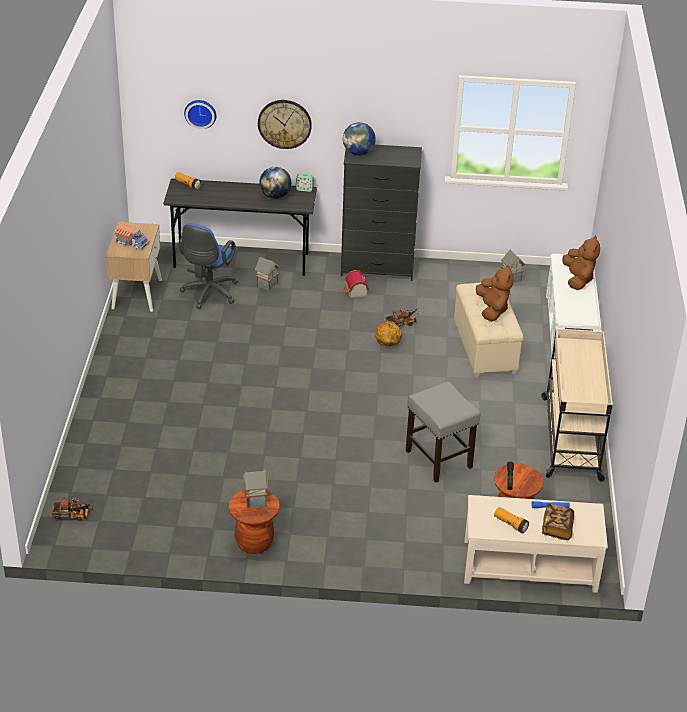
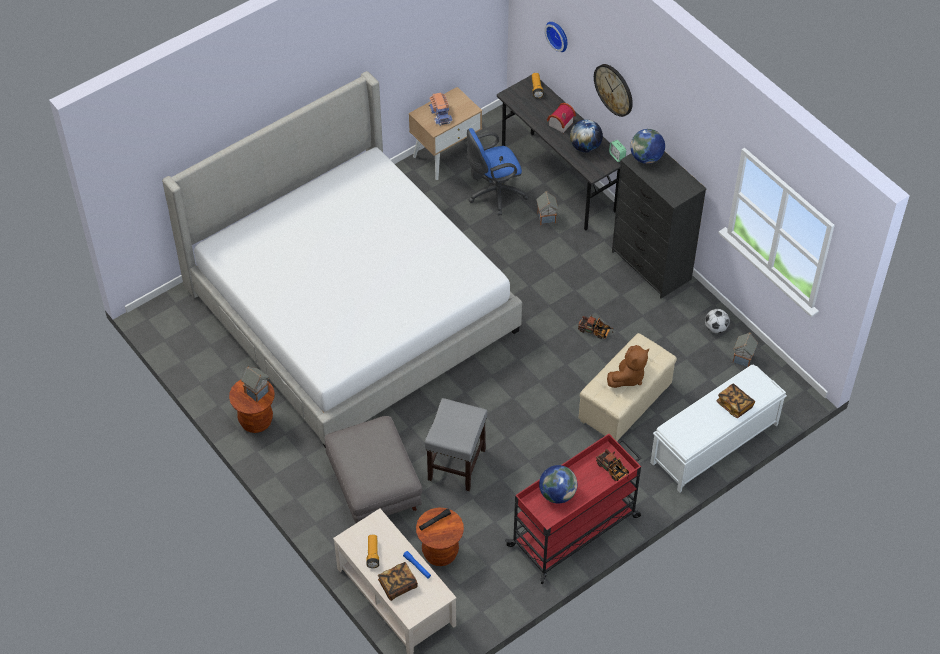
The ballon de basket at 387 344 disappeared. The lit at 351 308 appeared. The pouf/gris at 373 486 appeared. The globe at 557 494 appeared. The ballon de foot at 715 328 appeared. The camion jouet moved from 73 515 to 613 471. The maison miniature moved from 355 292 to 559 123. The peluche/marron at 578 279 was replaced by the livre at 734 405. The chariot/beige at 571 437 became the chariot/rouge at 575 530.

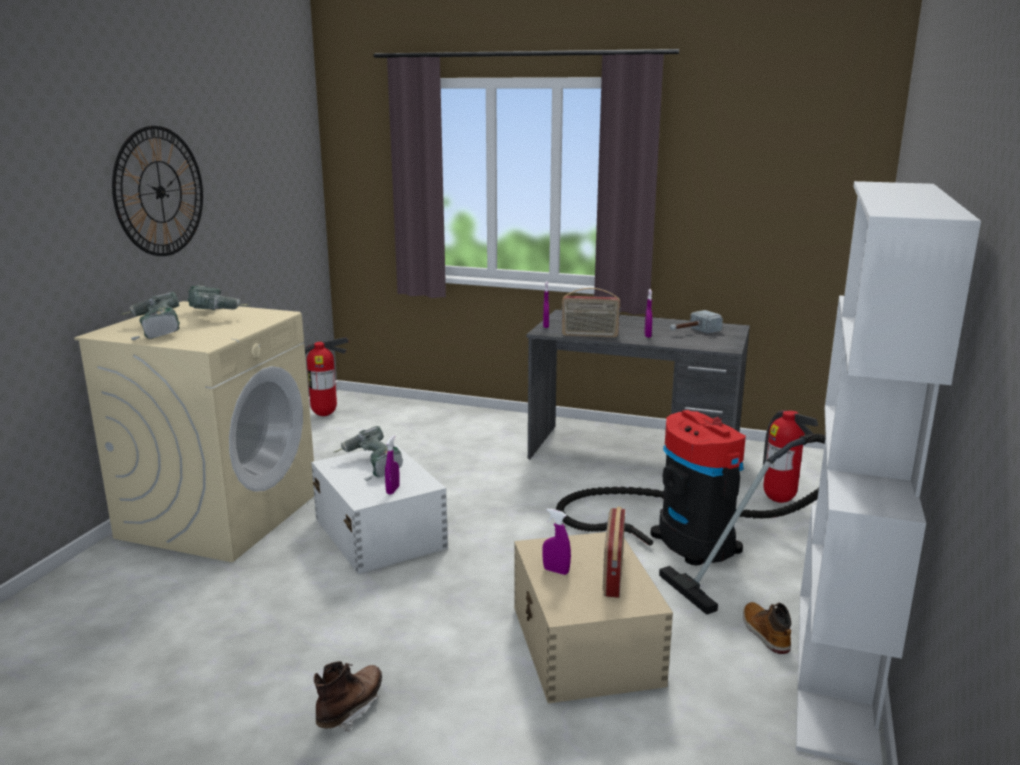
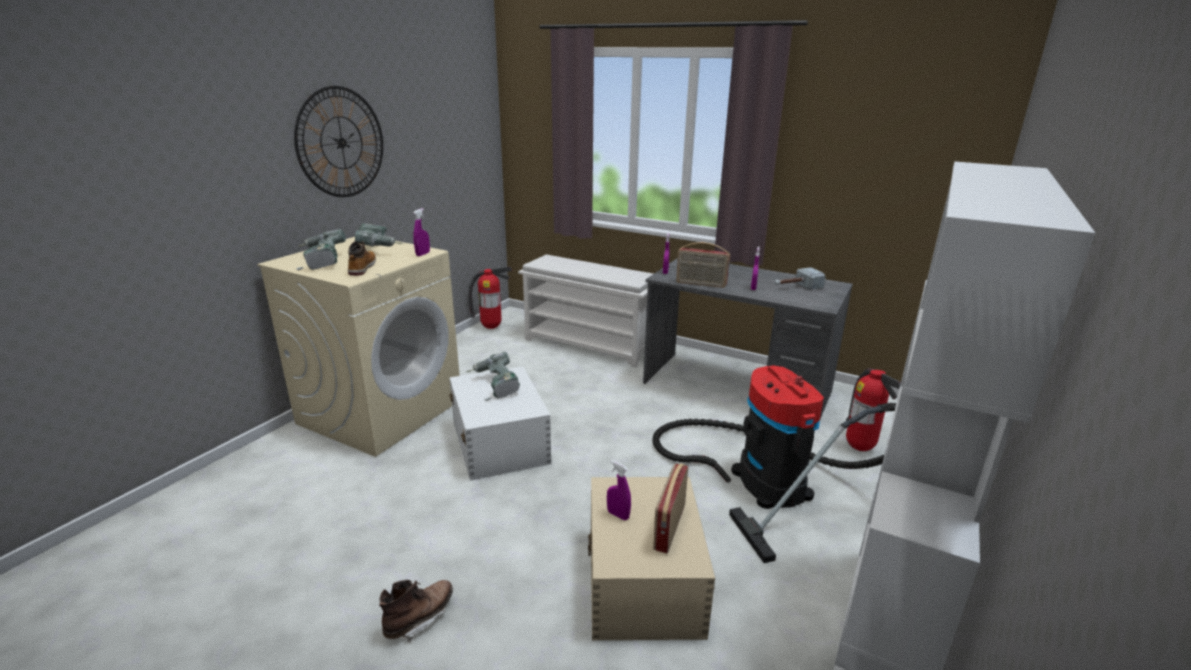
The étagère à chaussures/blanc at 590 344 appeared. The vaporisateur/violet moved from 393 490 to 423 254. The botte moved from 764 633 to 362 268.

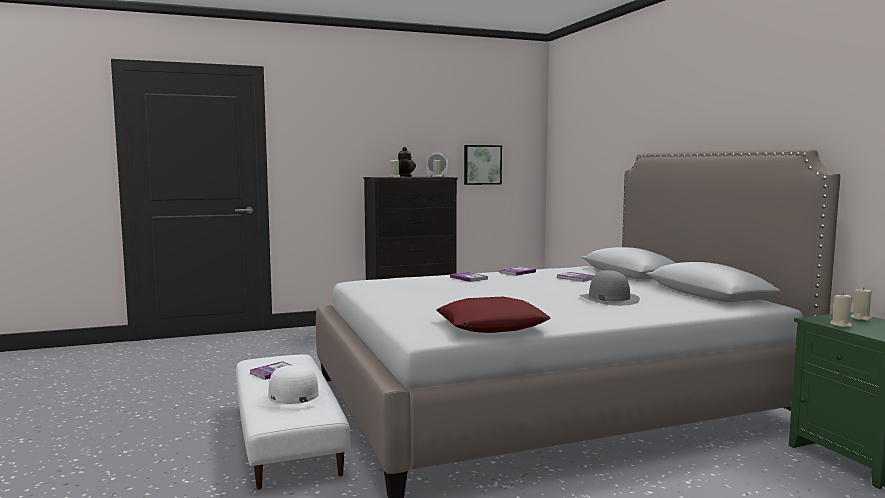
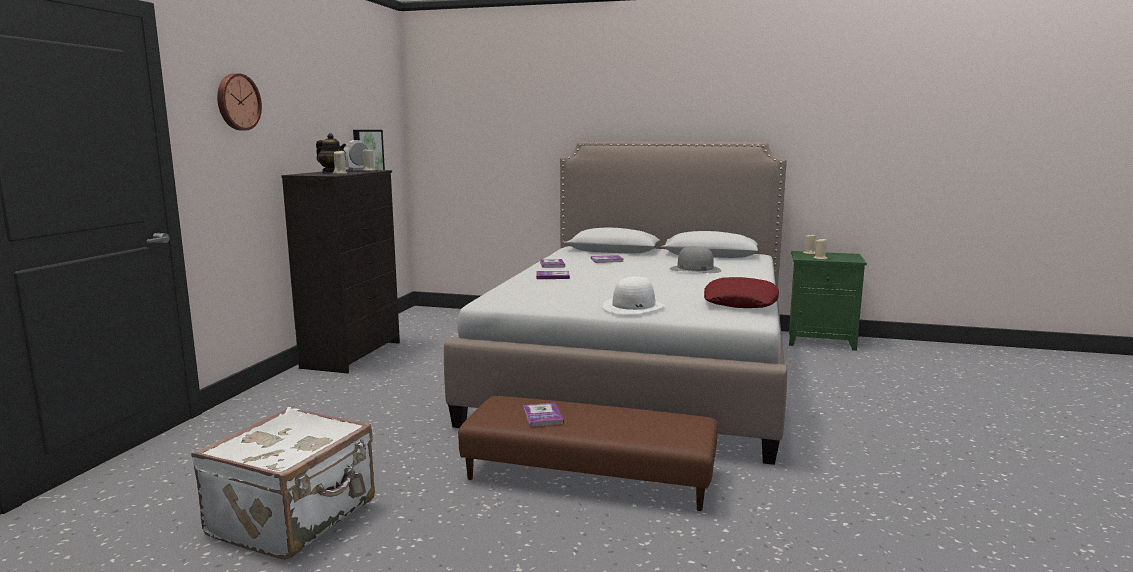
The valise/blanc at 295 518 appeared. The horloge murale at 237 102 appeared. The chapeau/blanc moved from 293 398 to 633 306. The pouf/blanc at 288 435 became the pouf/marron at 589 474.

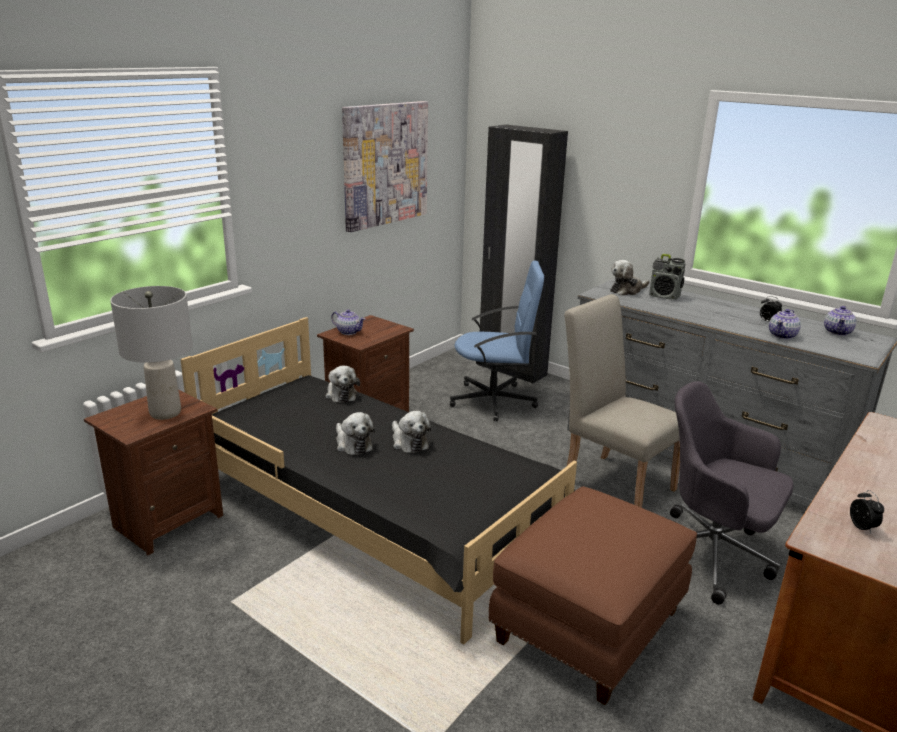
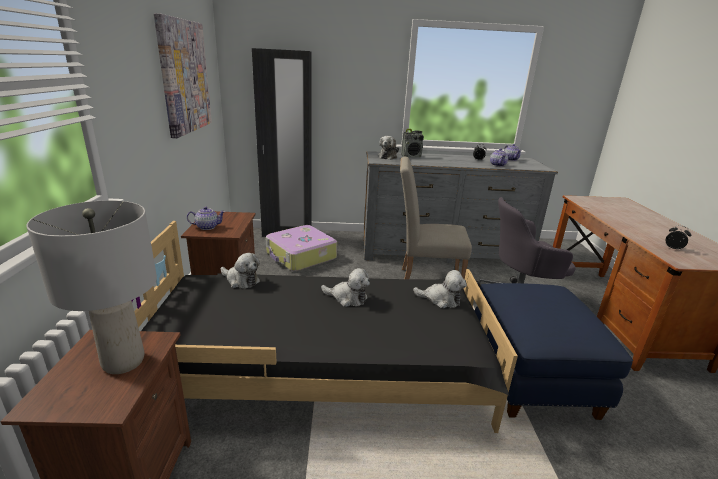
The peluche moved from 352 444 to 441 299. The chaise de bureau/bleu at 494 401 was replaced by the valise at 301 256. The pouf/marron at 587 625 became the pouf/bleu at 529 374.

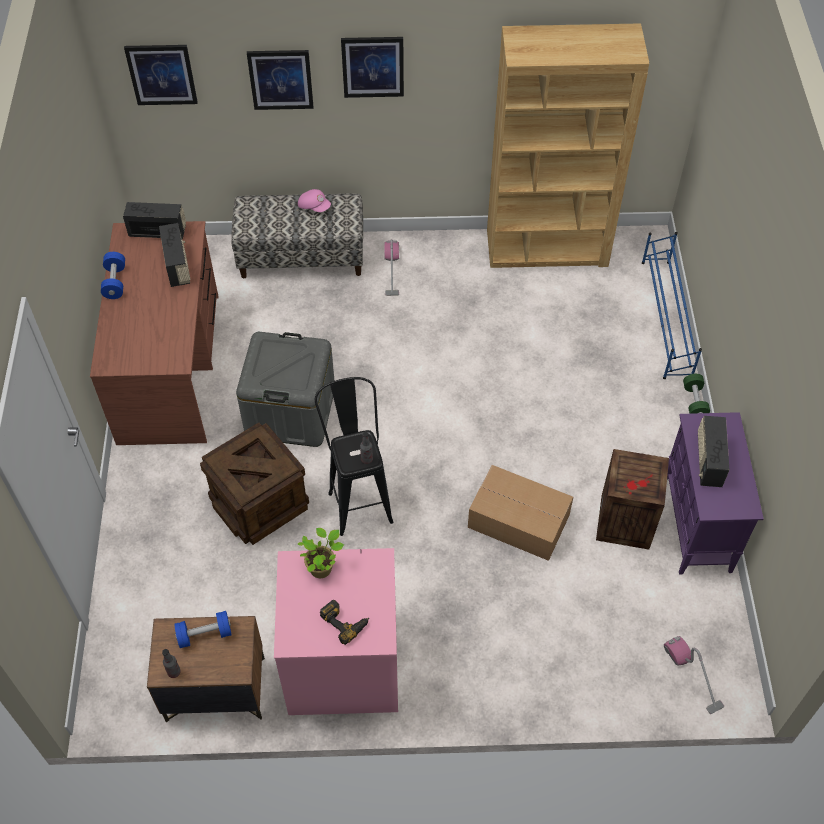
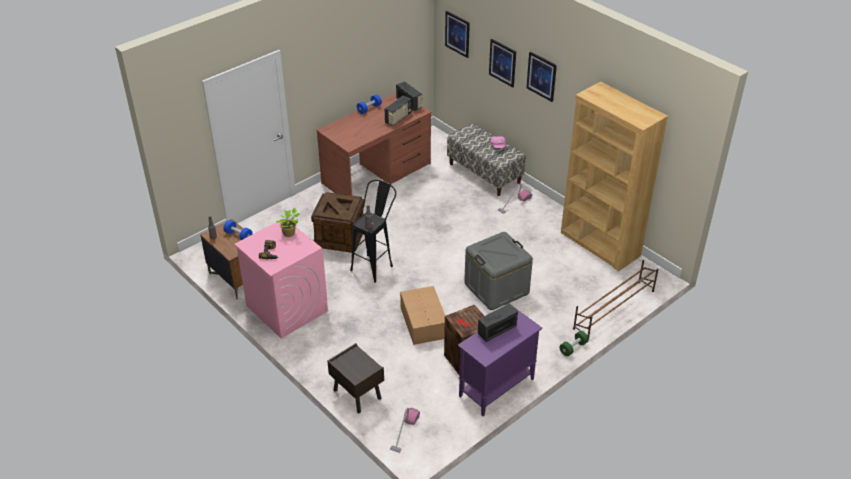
The table de chevet/marron at 356 394 appeared. The boîte de rangement/gris moved from 290 411 to 496 288. The étagère à chaussures/bleu at 666 318 became the étagère à chaussures/marron at 613 309.

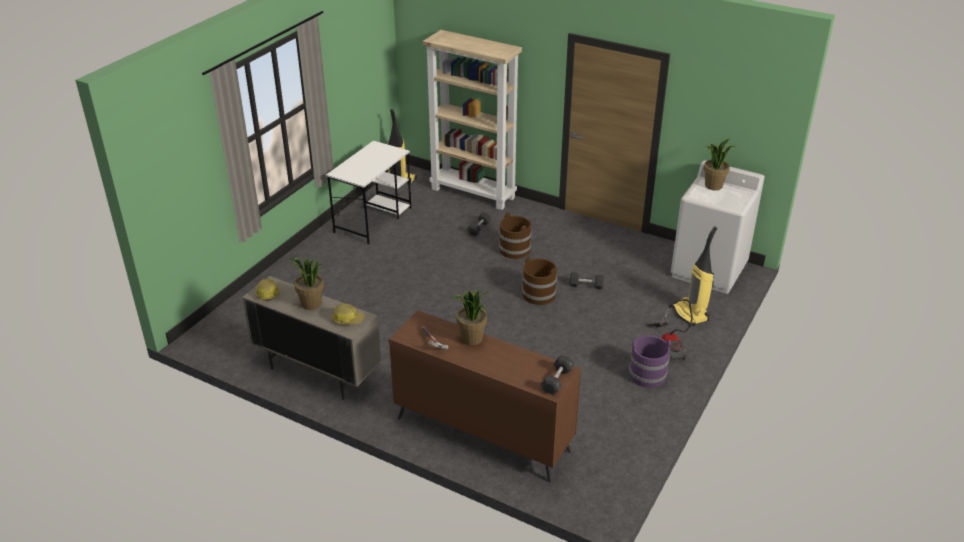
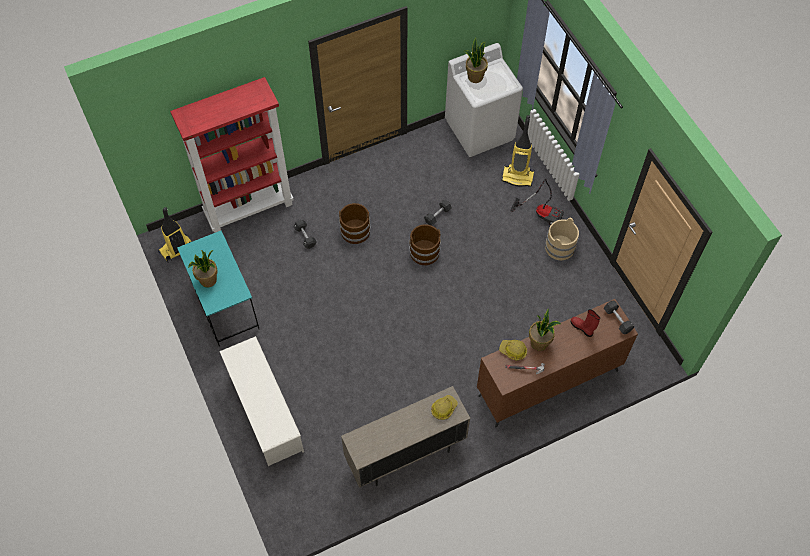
The étagère à chaussures/blanc at 265 412 appeared. The botte/rouge at 582 328 appeared. The casque de chantier moved from 267 293 to 513 351. The plante en pot moved from 311 304 to 208 280. The bureau/blanc at 373 219 became the bureau/turquoise at 224 305. The bibliothèque/beige at 474 193 became the bibliothèque/rouge at 249 208. The seau/violet at 647 375 became the seau/beige at 559 247.

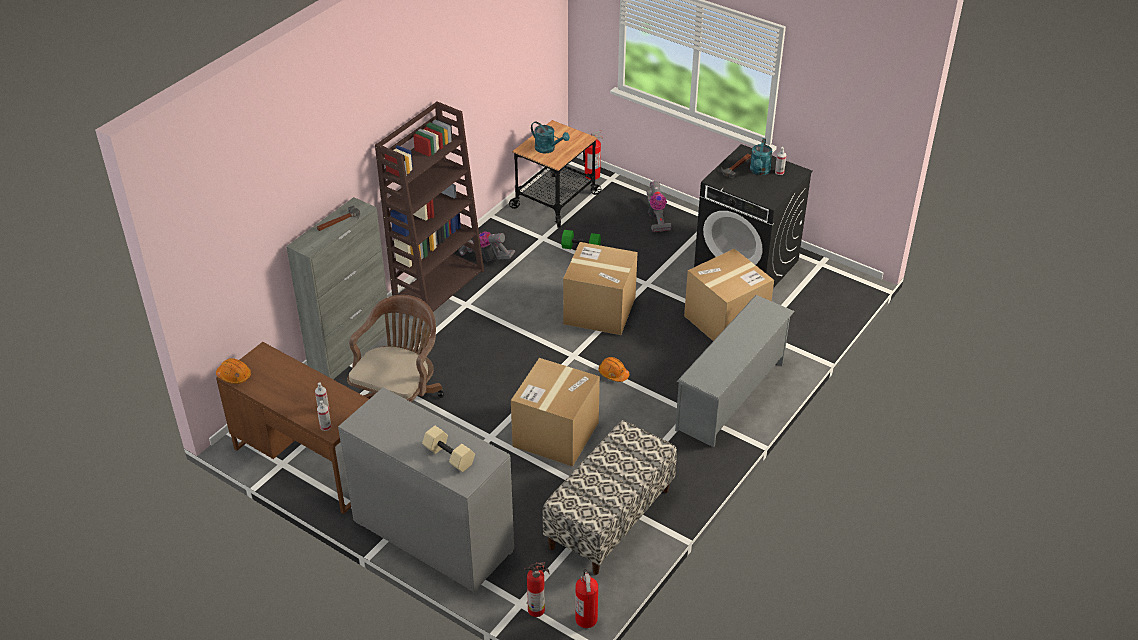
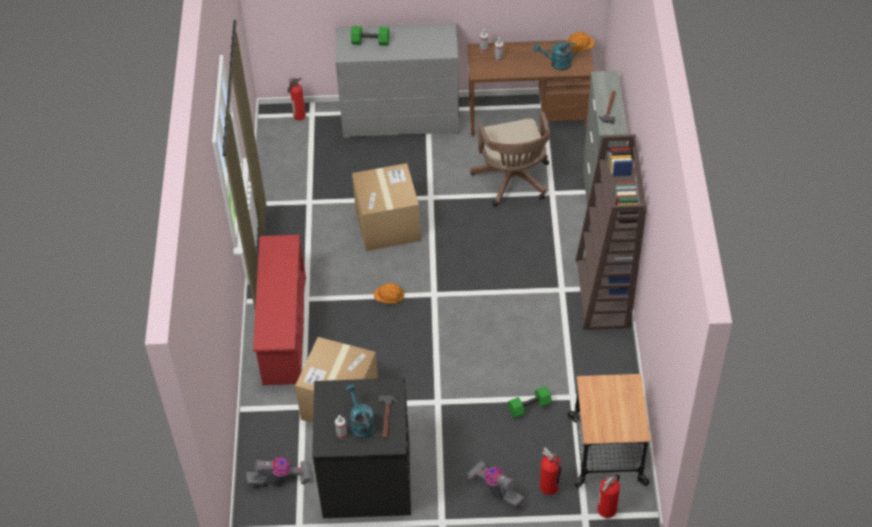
The banc at 610 519 disappeared. The carton at 599 310 disappeared. The aspirateur moved from 486 257 to 281 480. The arrosoir/turquoise moved from 548 149 to 557 64. The extincteur moved from 586 618 to 549 487. The haltère/beige at 450 456 became the haltère/vert at 370 42. The étagère à chaussures/gris at 731 397 became the étagère à chaussures/rouge at 283 330.

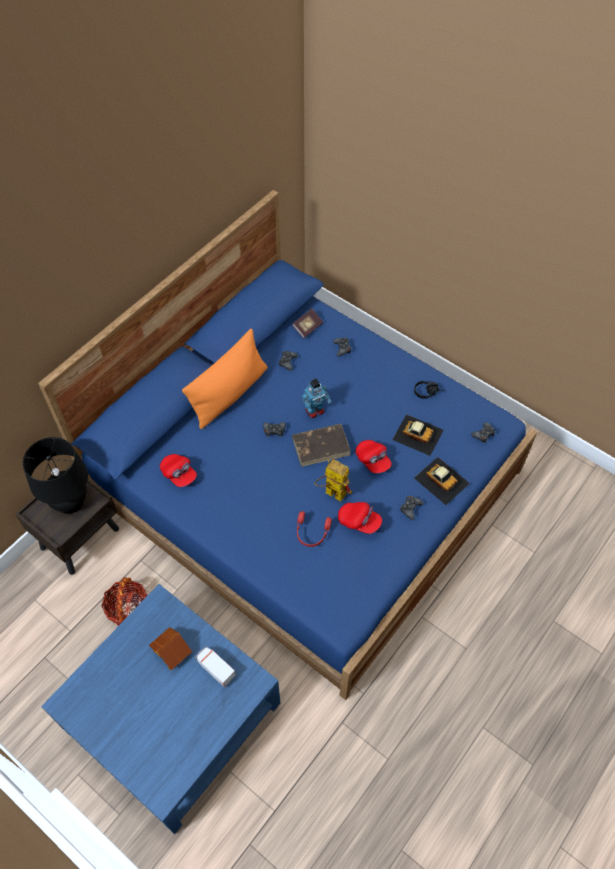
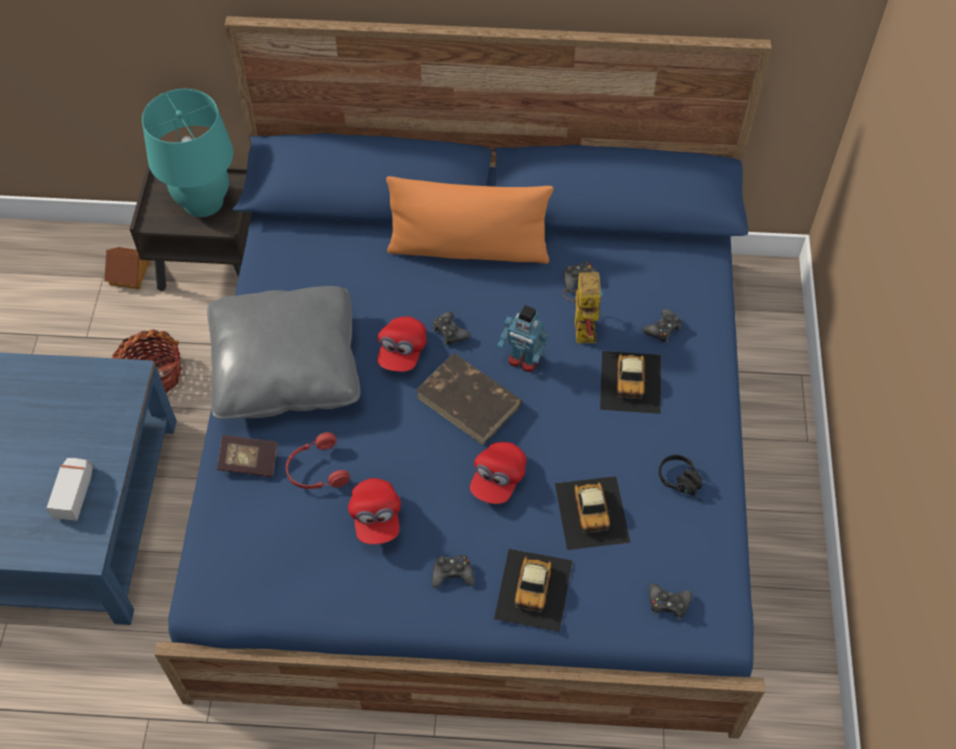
The coussin/gris at 286 368 appeared. The petite voiture at 631 381 appeared. The maison miniature moved from 172 651 to 130 274. The casquette/rouge moved from 179 474 to 402 352. The livre moved from 307 327 to 249 462. The robot jouet moved from 331 492 to 581 325. The lampe de table/noir at 70 501 became the lampe de table/turquoise at 203 201.

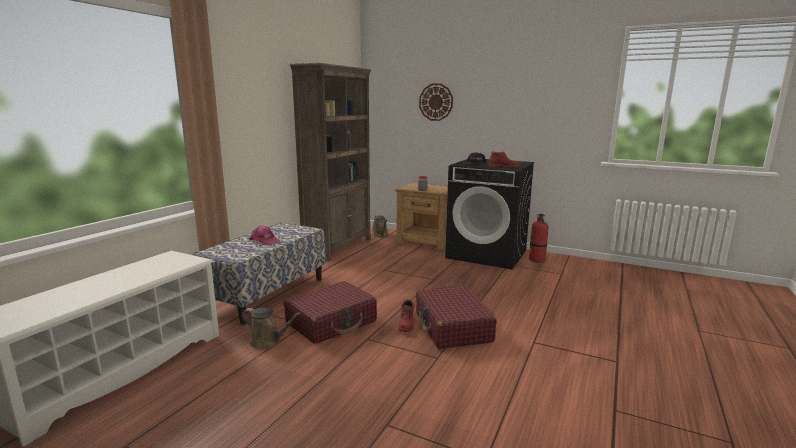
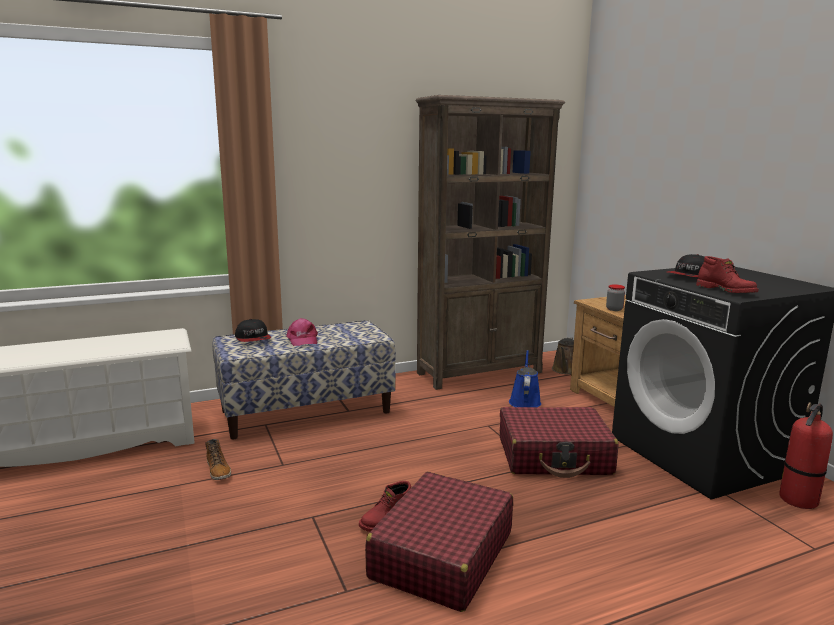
The horloge murale at 436 102 disappeared. The casquette at 253 338 appeared. The arrosoir/bleu at 524 401 appeared. The valise/rouge moved from 331 322 to 554 456. The arrosoir/marron at 267 342 was replaced by the botte at 218 470.

